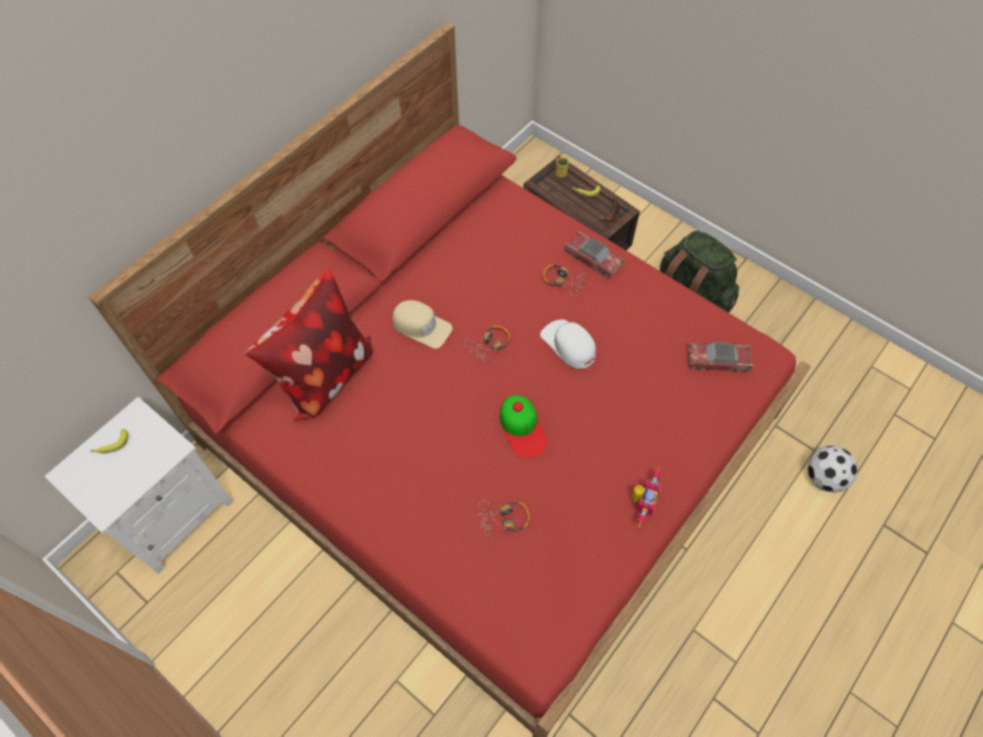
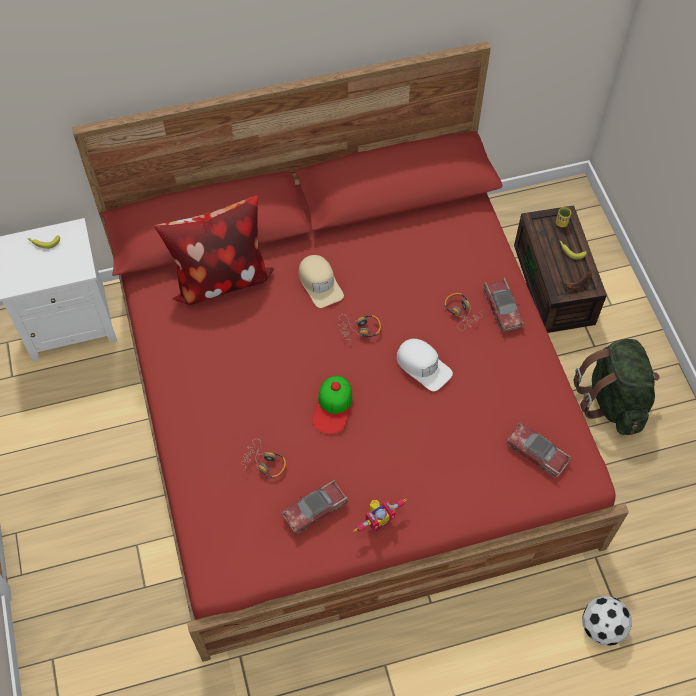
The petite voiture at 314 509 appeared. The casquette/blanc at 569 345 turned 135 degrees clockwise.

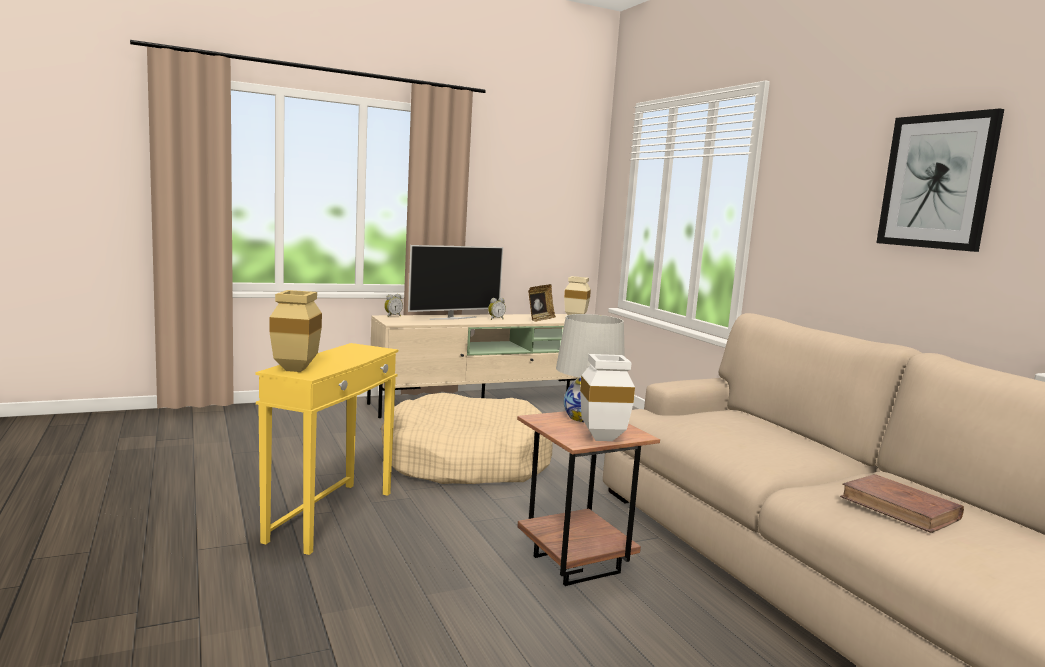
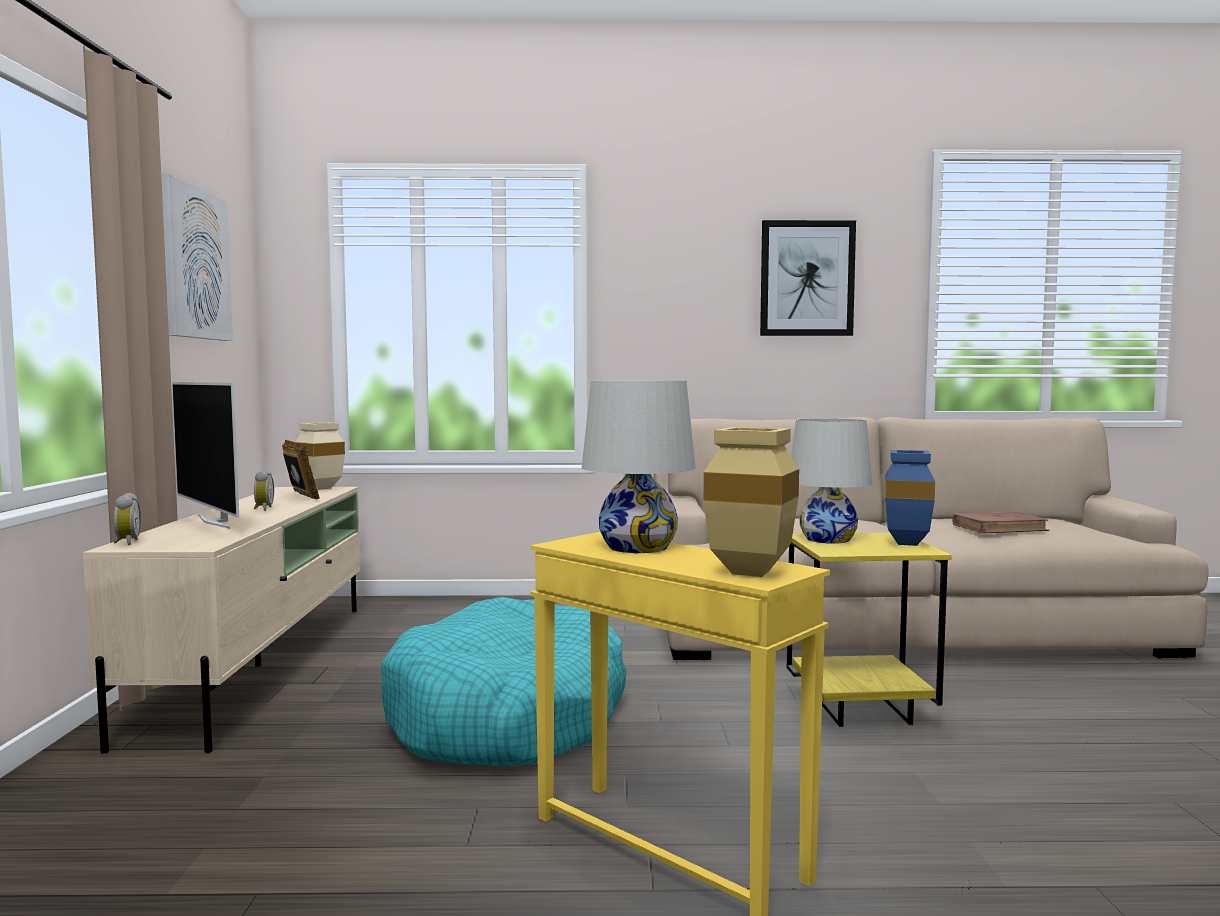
The tableau at 194 264 appeared. The lampe de table/blanc at 638 547 appeared. The panier pour chien/beige at 465 461 became the panier pour chien/turquoise at 508 715. The table d'appoint/marron at 577 564 became the table d'appoint/jaune at 859 710. The vase/blanc at 600 438 became the vase/bleu at 909 544. The téléviseur at 452 318 turned 150 degrees clockwise.

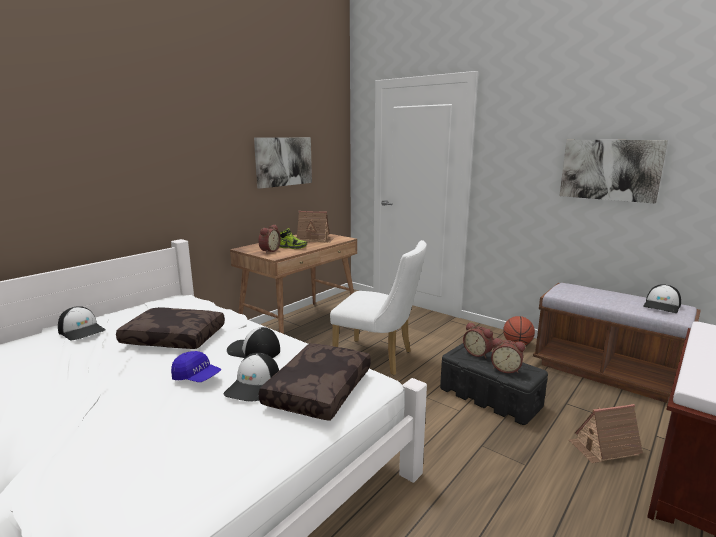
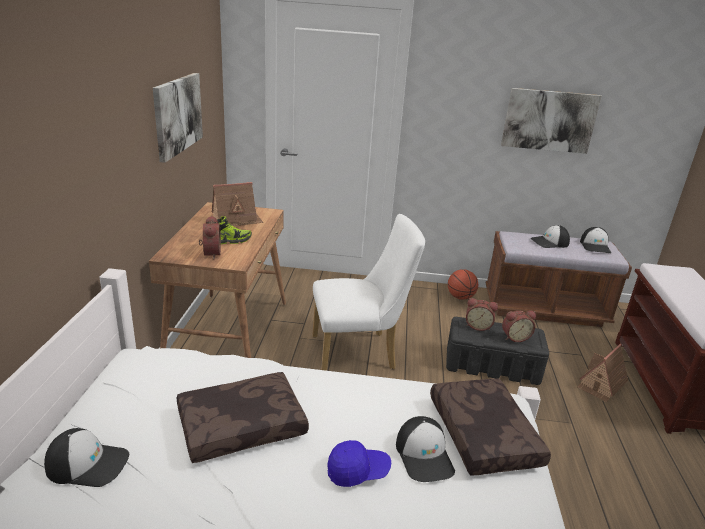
The casquette moved from 253 350 to 550 242.

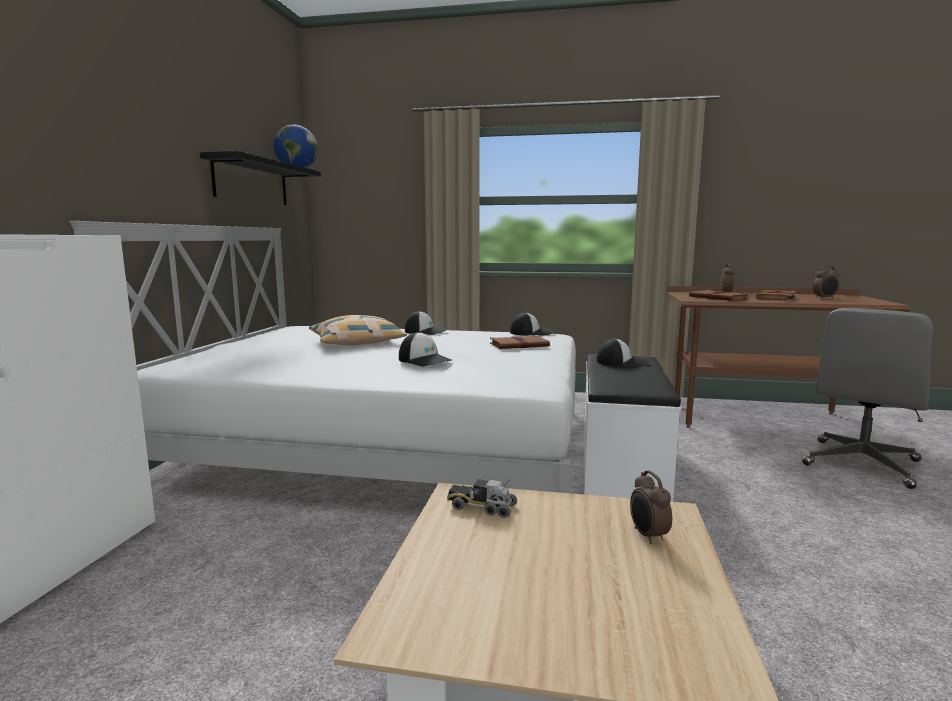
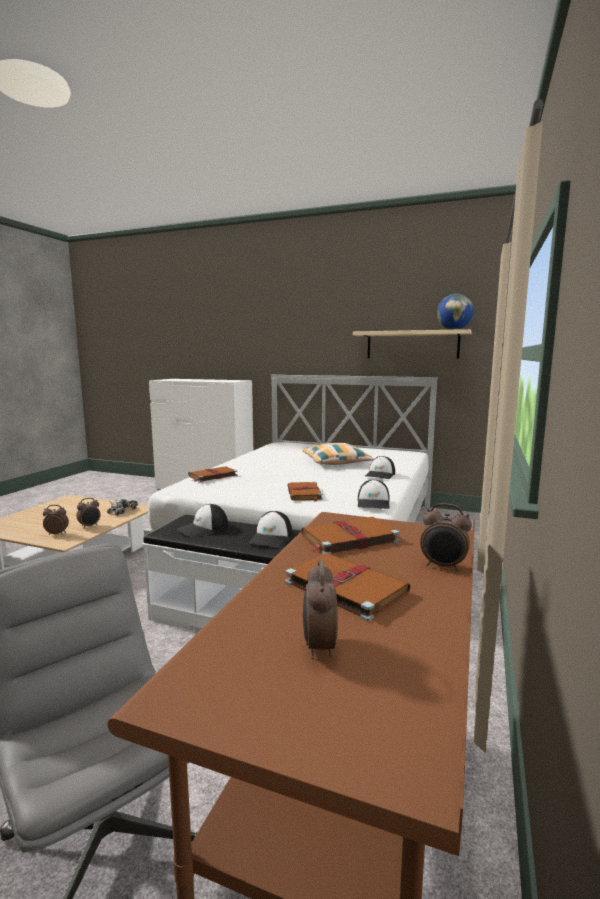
The réveil at 90 526 appeared. The livre/marron at 212 476 appeared. The casquette moved from 425 360 to 203 529. The étagère/noir at 251 182 became the étagère/beige at 412 345.

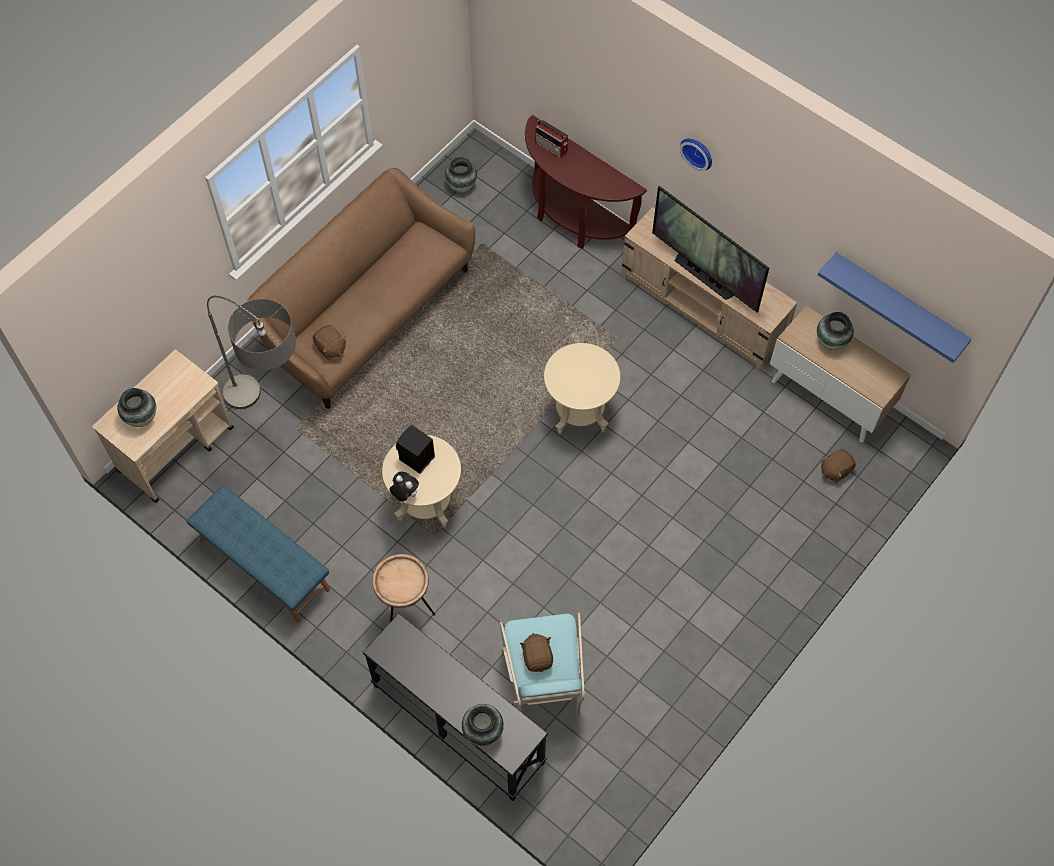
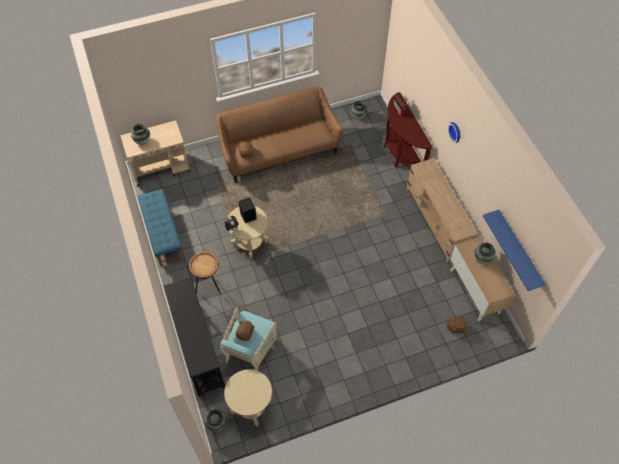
The lampadaire at 274 418 disappeared. The téléviseur at 704 275 disappeared. The vase moved from 483 731 to 217 424. The table d'appoint/beige moved from 579 413 to 251 407.

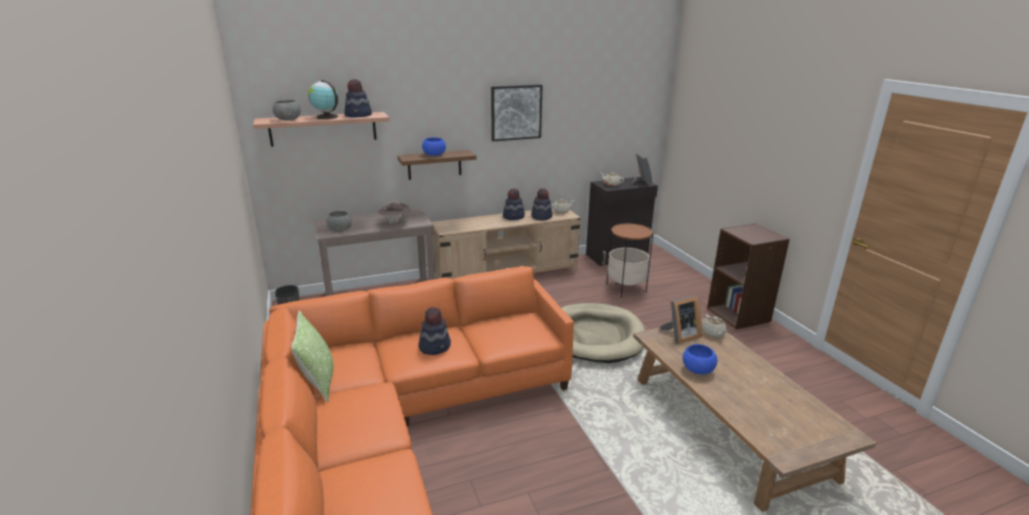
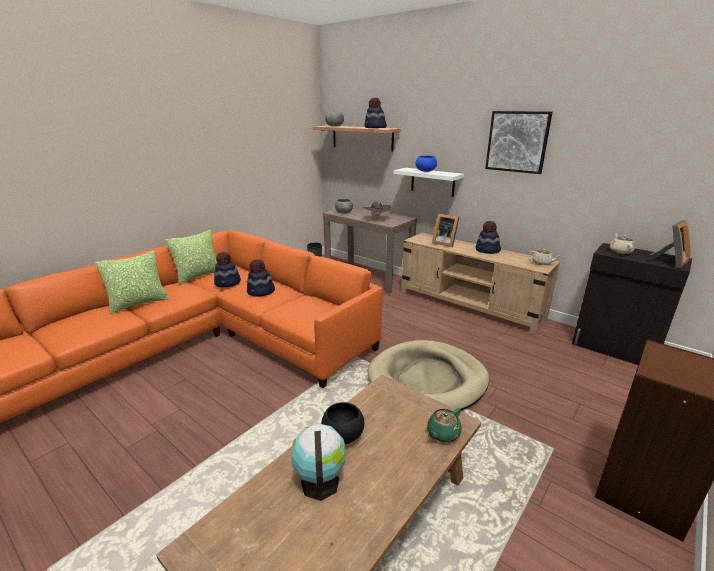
The table d'appoint at 626 288 disappeared. The coussin at 139 303 appeared. The globe moved from 326 117 to 319 481. The chapeau moved from 541 216 to 228 283. The cadre photo moved from 680 335 to 444 243. The étagère/marron at 434 164 became the étagère/blanc at 432 182. The bol/bleu at 697 369 became the bol/noir at 342 435. The théière/beige at 713 333 became the théière/vert at 442 434.

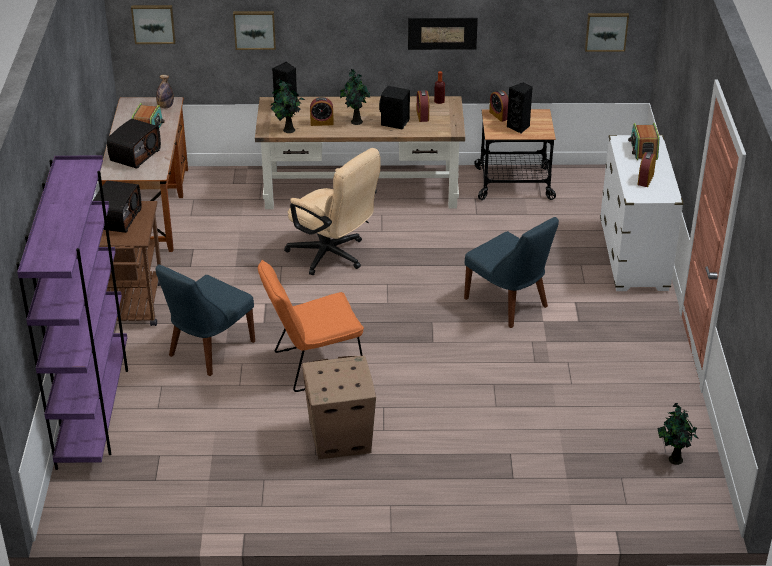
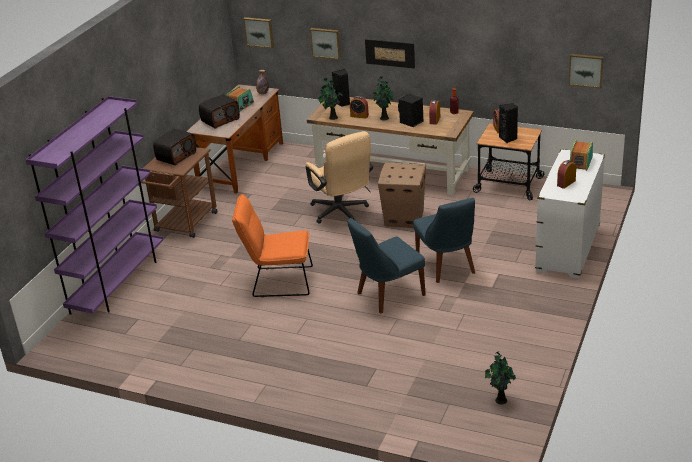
The chaise/bleu moved from 208 350 to 387 295. The carton moved from 339 438 to 403 218. The tableau moved from 442 33 to 390 53.

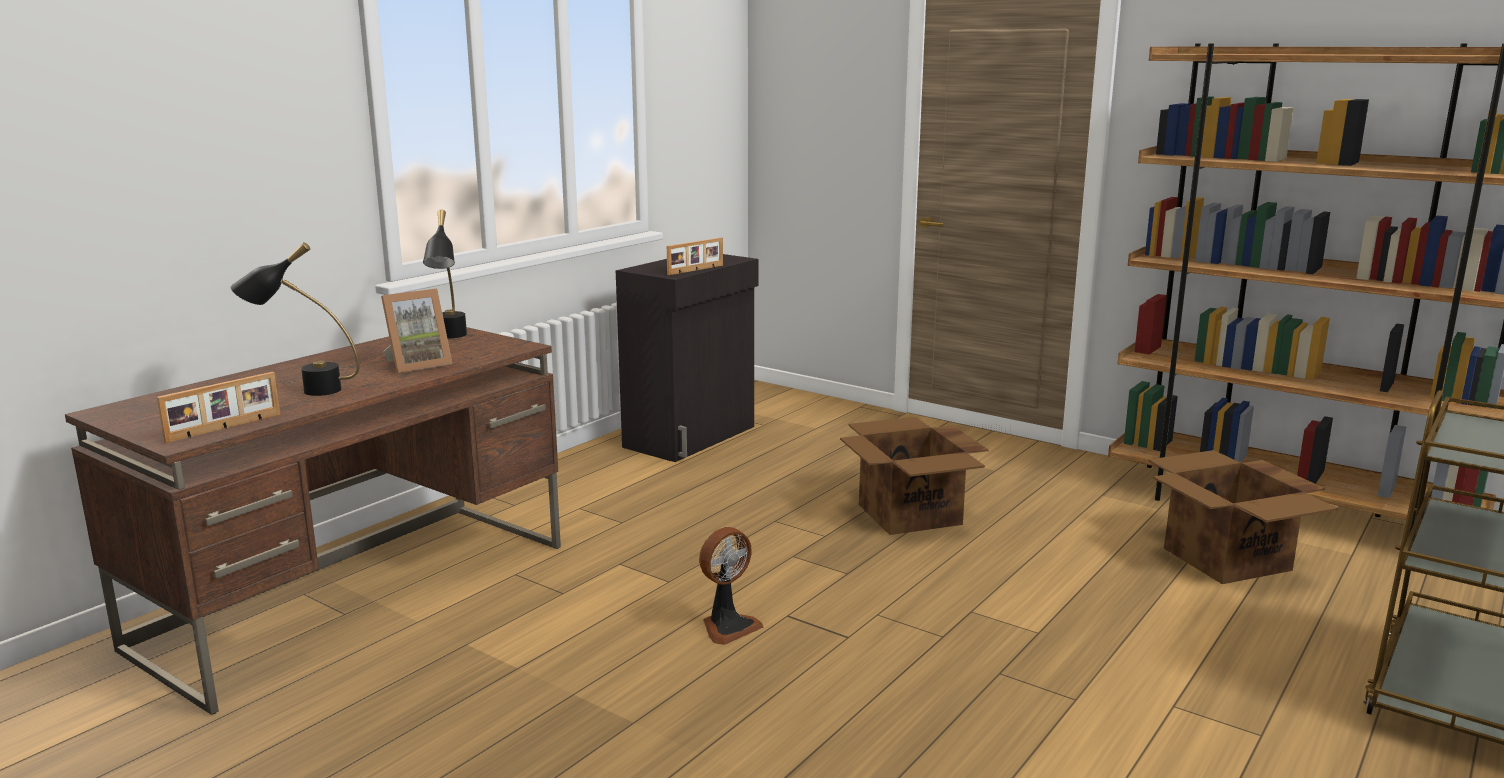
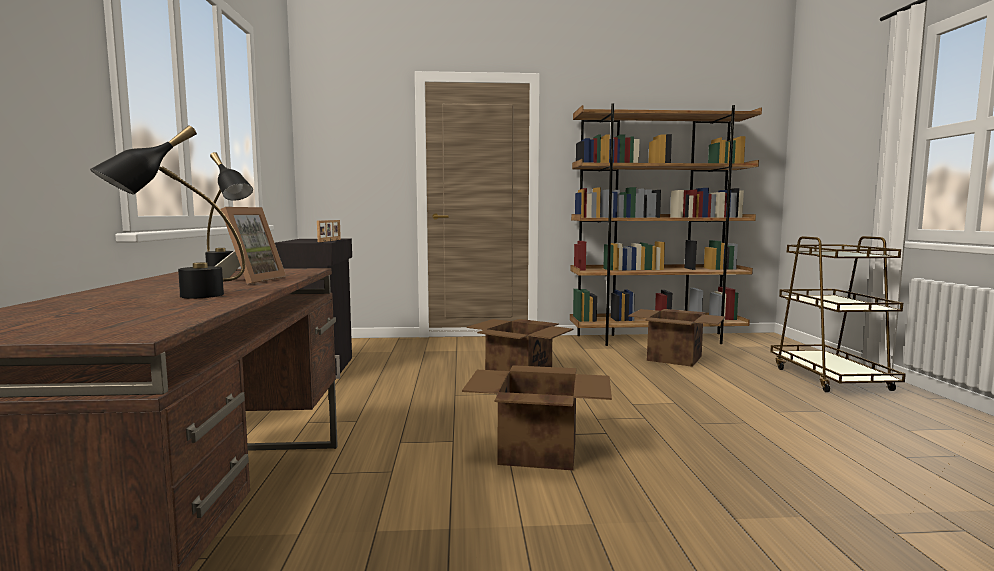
The cadre photo at 225 428 disappeared. The ventilateur at 728 627 was replaced by the carton at 537 451.

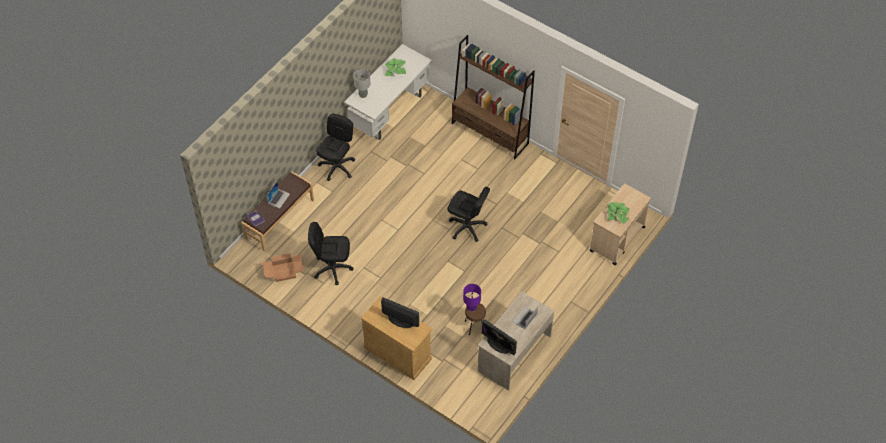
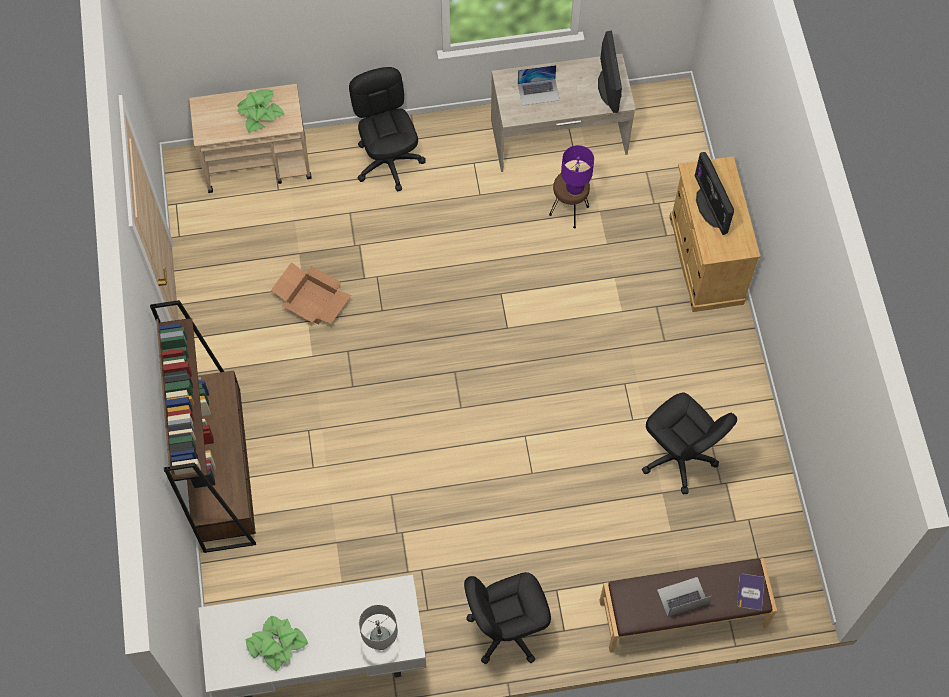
The carton moved from 284 271 to 312 302. The chaise de bureau/noir moved from 467 227 to 389 161.

